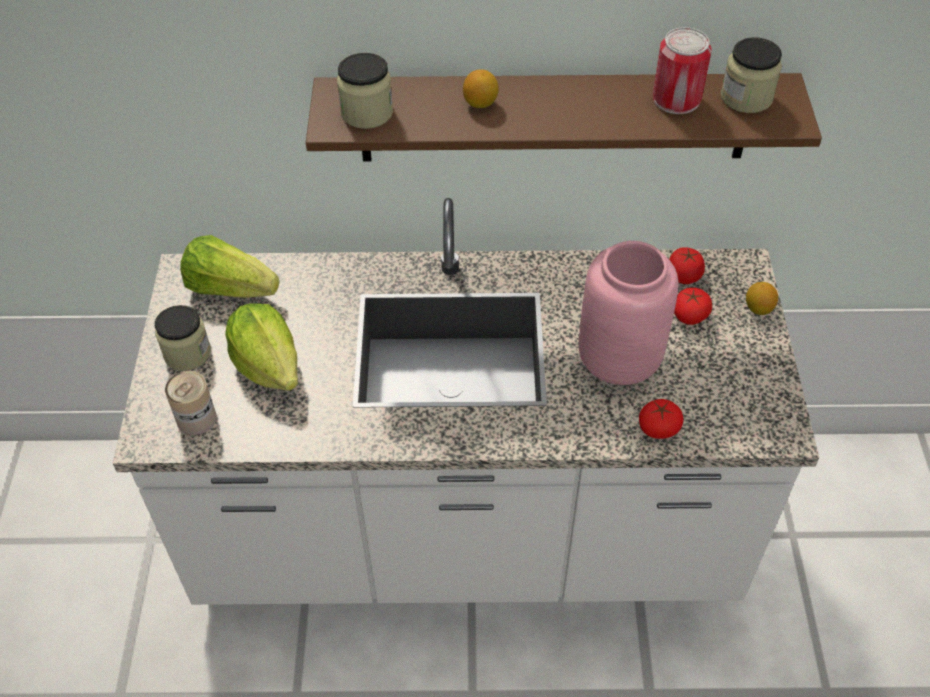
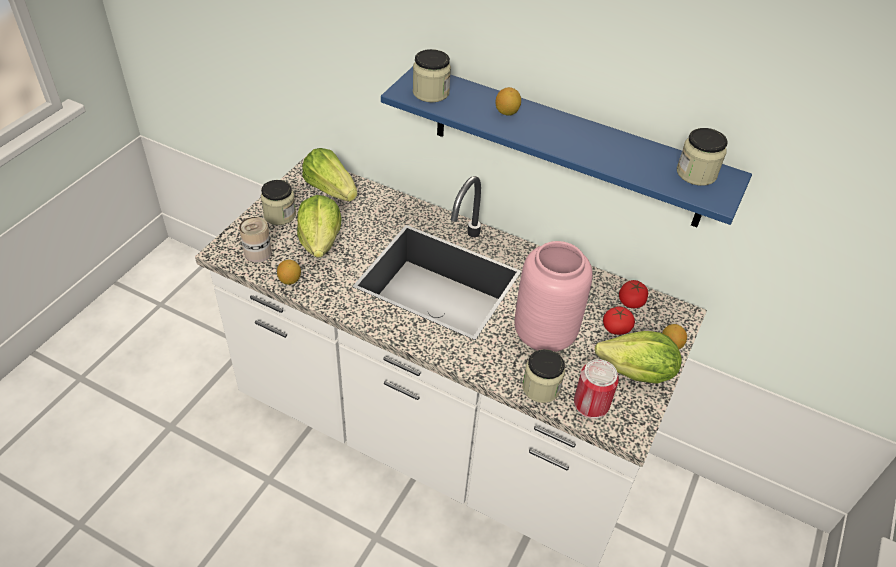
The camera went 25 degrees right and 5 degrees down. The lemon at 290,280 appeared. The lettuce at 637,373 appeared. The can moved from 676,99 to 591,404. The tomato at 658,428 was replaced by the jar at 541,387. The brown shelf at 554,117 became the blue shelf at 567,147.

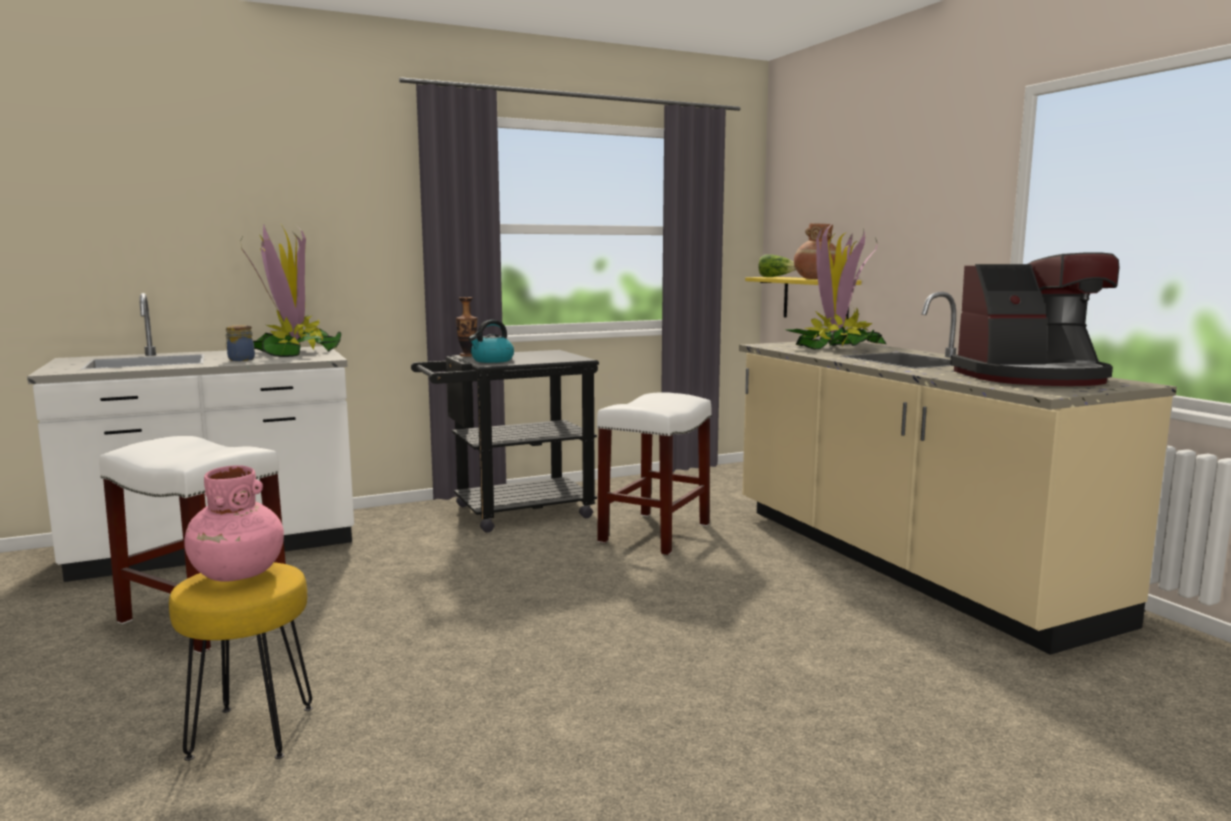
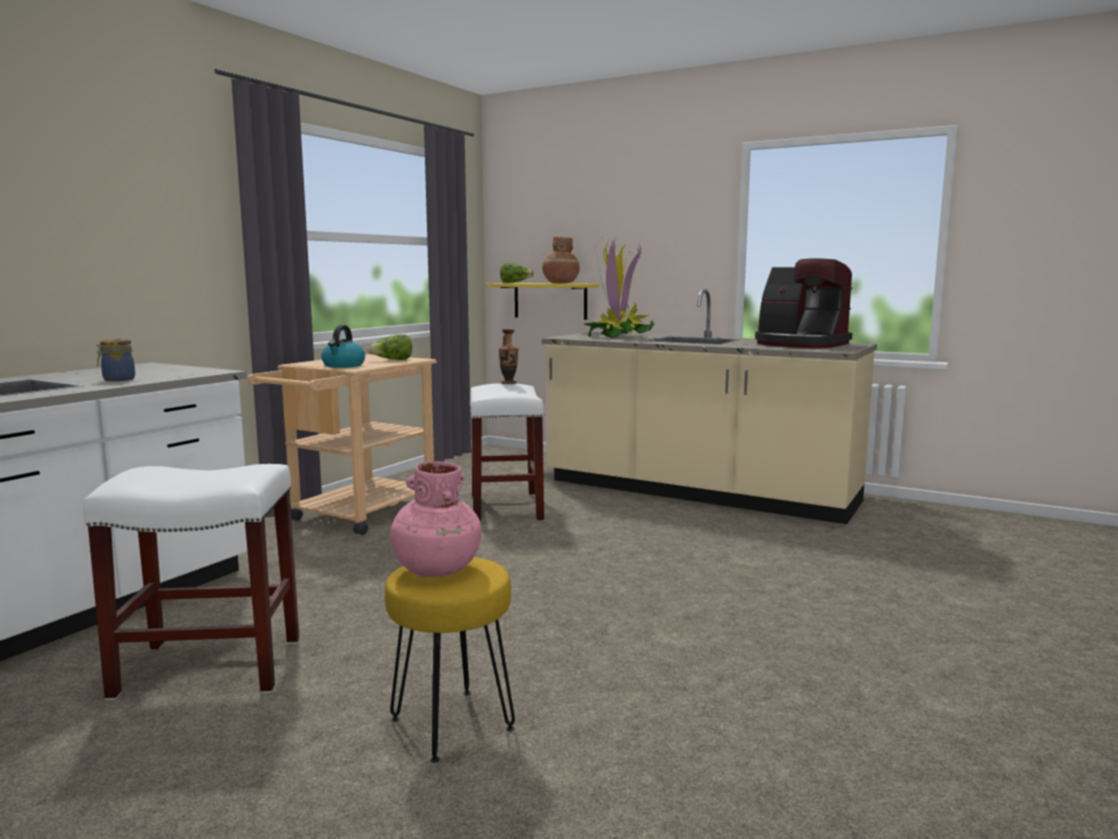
The camera went 35 degrees left and 0 degrees up. The potted plant at 294,352 disappeared. The lettuce at 392,360 appeared. The vase moved from 467,355 to 508,383. The black cart at 510,513 became the beige cart at 355,516. The coffee machine at 1032,377 turned 75 degrees clockwise.

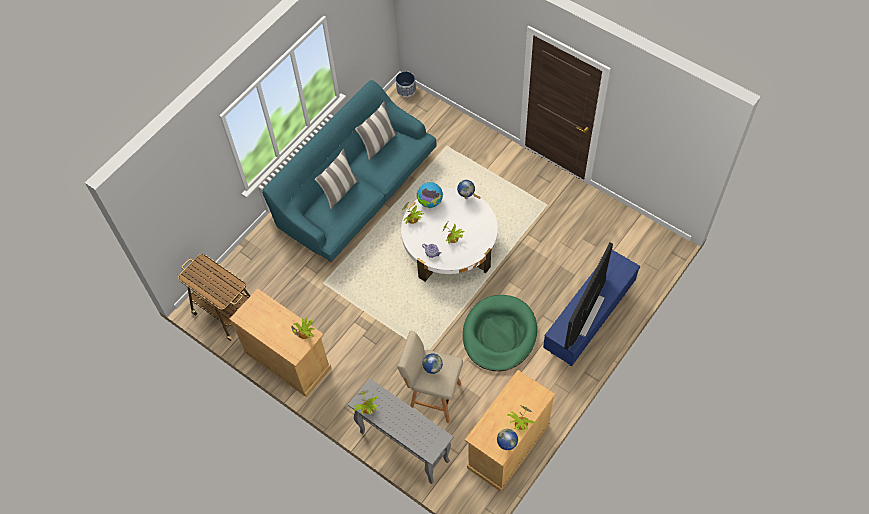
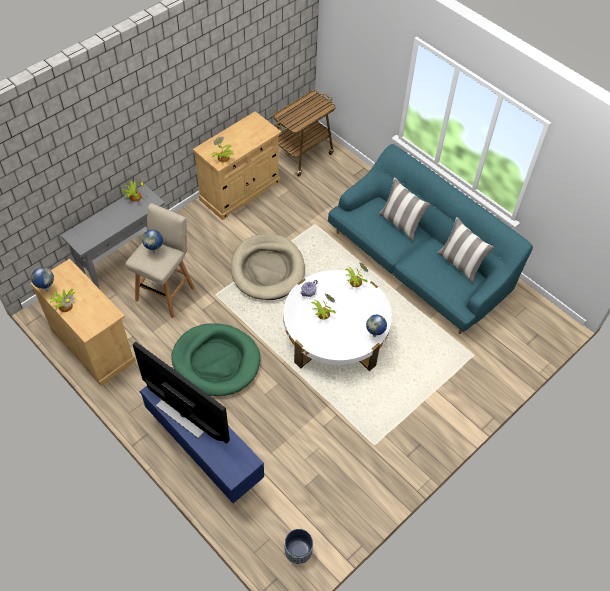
The camera went 95 degrees right and 5 degrees down. The globe at 430,202 disappeared. The beige dog bed at 267,269 appeared. The planter moved from 406,90 to 298,550.

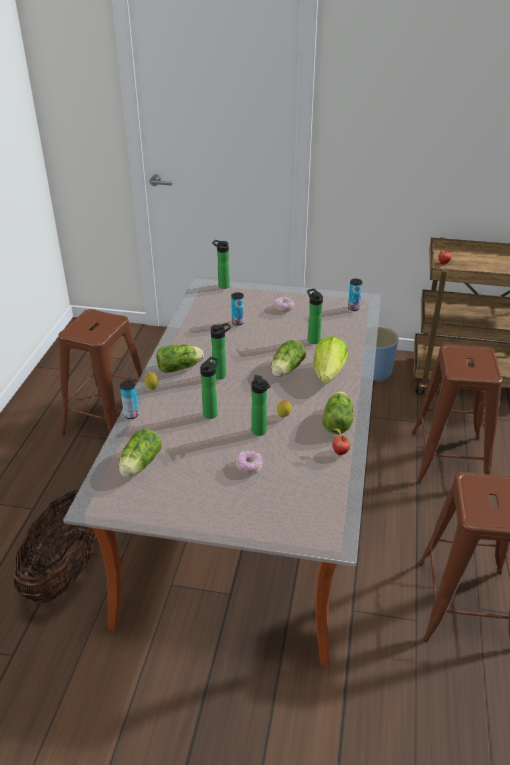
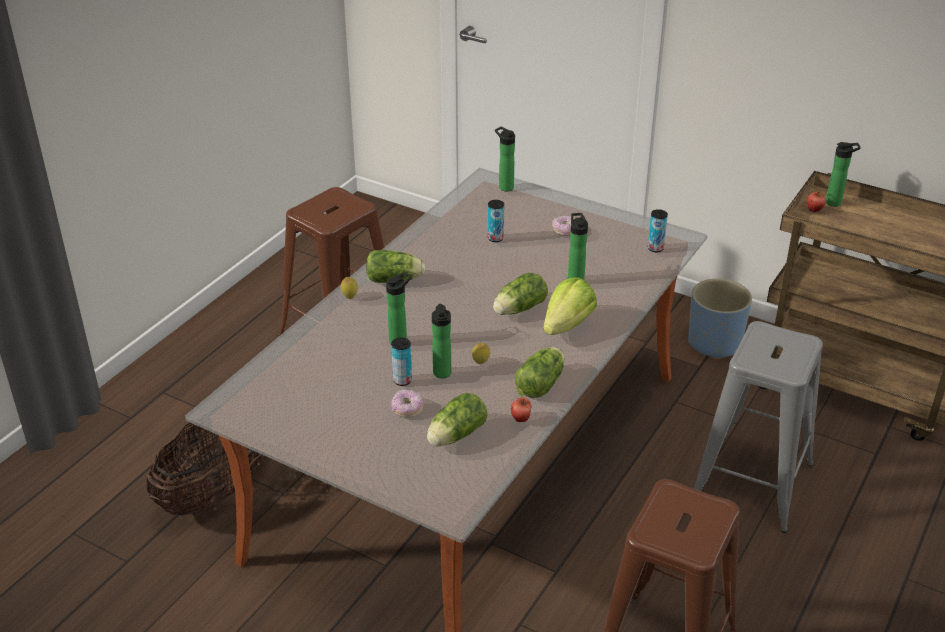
The camera went 20 degrees right and 0 degrees up. The lettuce moved from 139,465 to 454,436. The can moved from 131,414 to 402,380. The bottle moved from 221,375 to 836,203. The brown stool at 449,459 became the grey stool at 752,481.

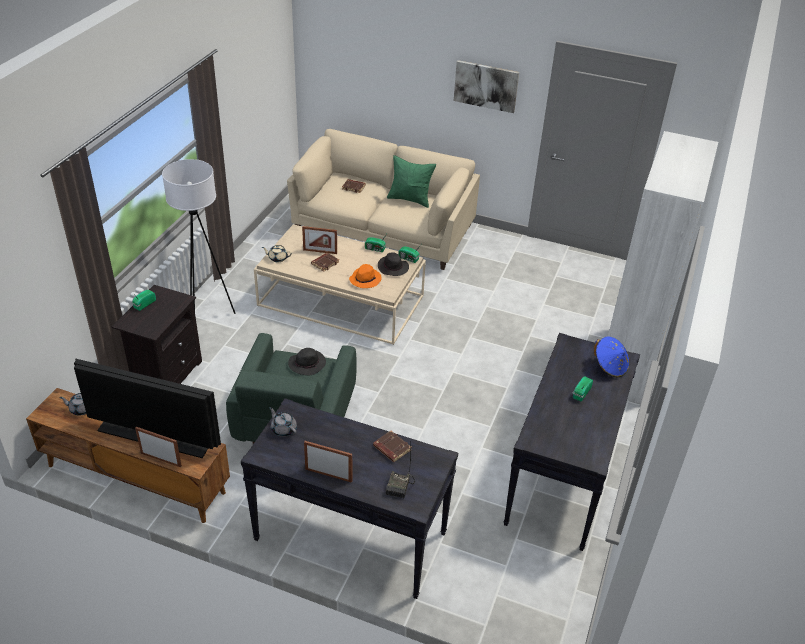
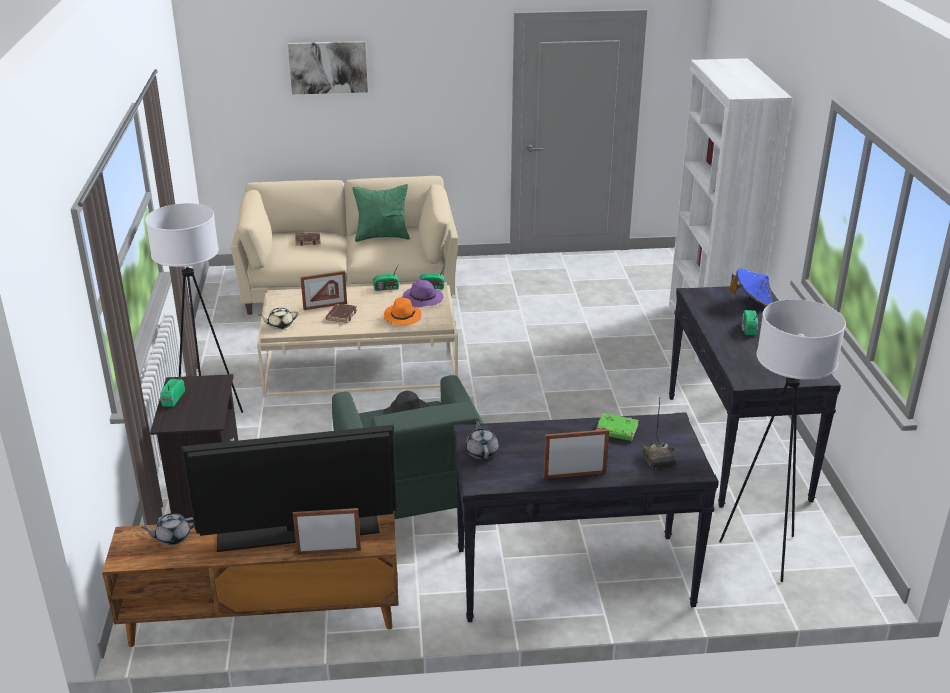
The camera went 25 degrees left and 10 degrees down. The white floor lamp at 763,552 appeared. The picture moved from 486,86 to 328,67. The brown book at 391,448 became the green book at 616,430. The black hat at 393,268 became the purple hat at 423,299. The grey teapot at 283,429 turned 60 degrees clockwise.

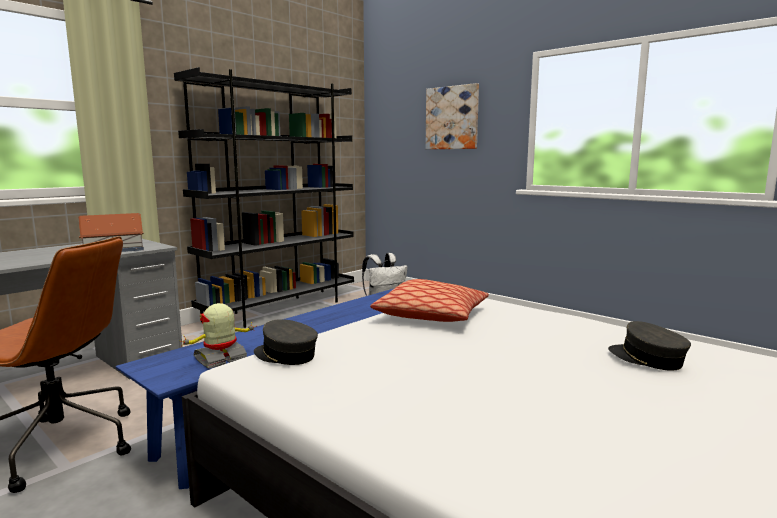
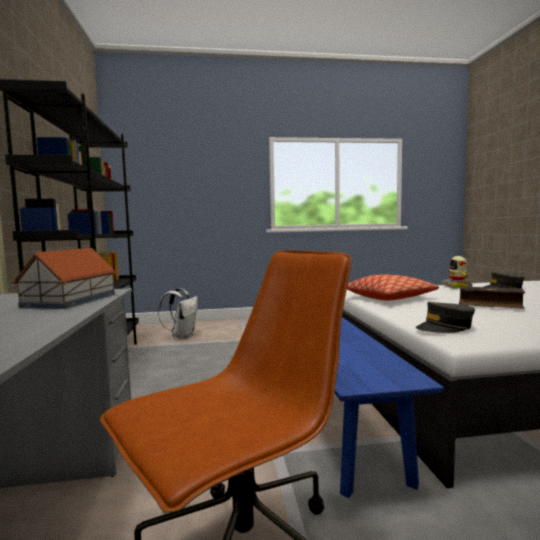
The camera went 50 degrees left and 5 degrees down. The picture at 452,118 disappeared. The book at 489,304 appeared. The toy robot moved from 221,359 to 456,286.

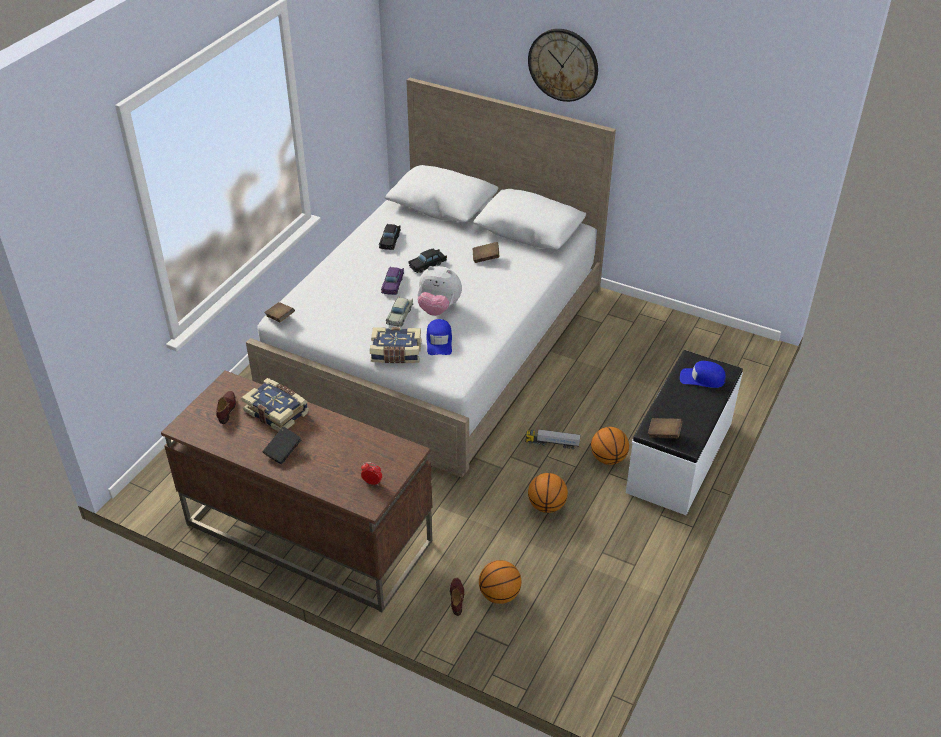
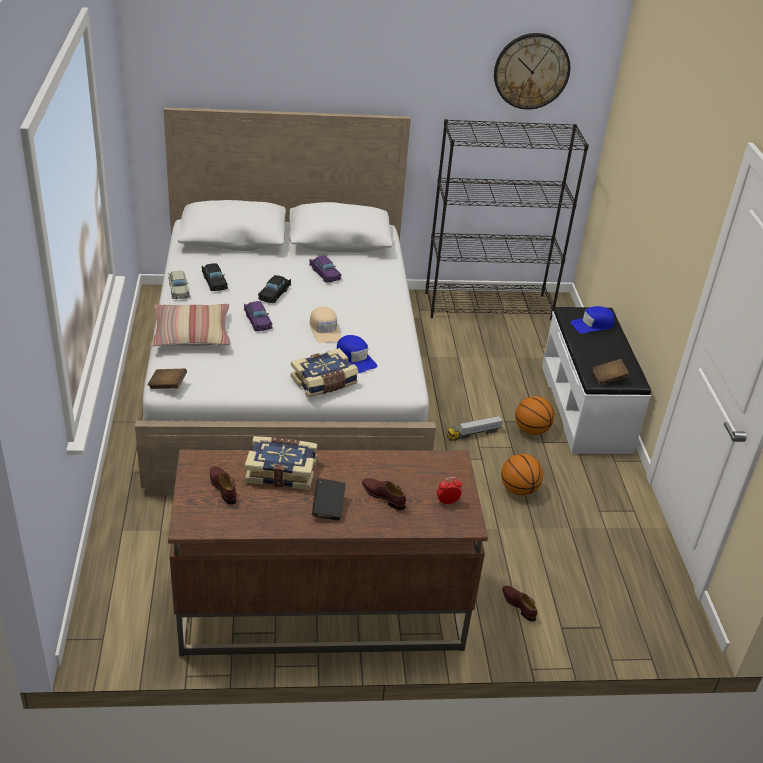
The camera went 35 degrees left and 5 degrees down. The basketball at 500,595 disappeared. The pillow at 192,334 appeared. The brown shoe at 383,496 appeared. The black bookcase at 488,306 appeared. The beige toy car moved from 400,315 to 179,289. The wall clock moved from 563,64 to 531,71. The plush toy at 438,308 was replaced by the beige cap at 325,330. The brown book at 485,258 was replaced by the purple toy car at 324,273.

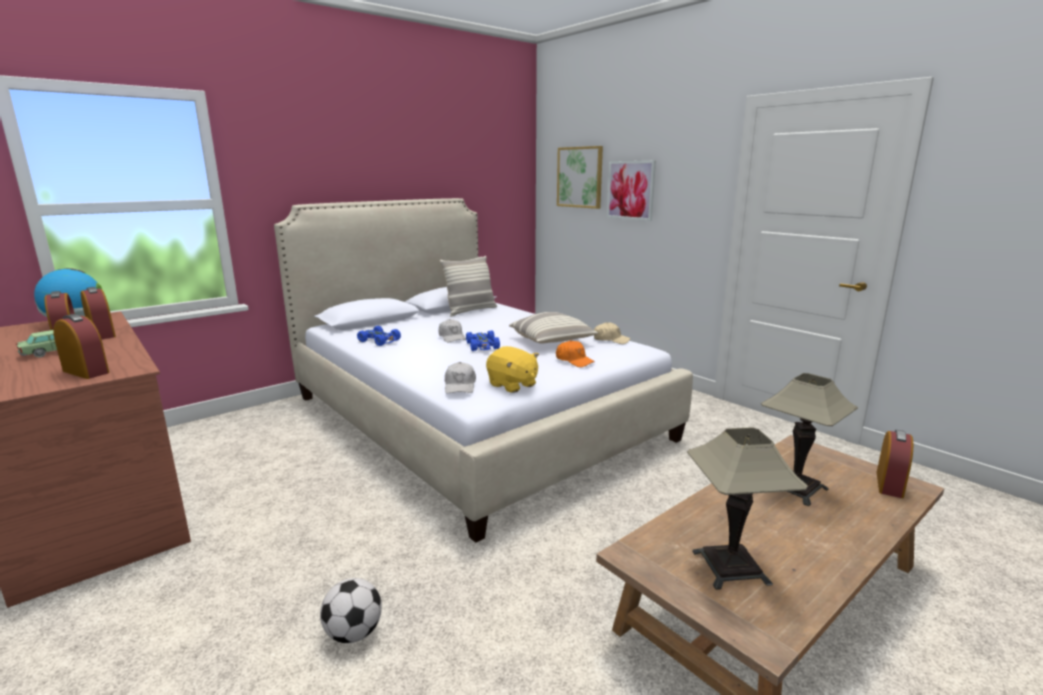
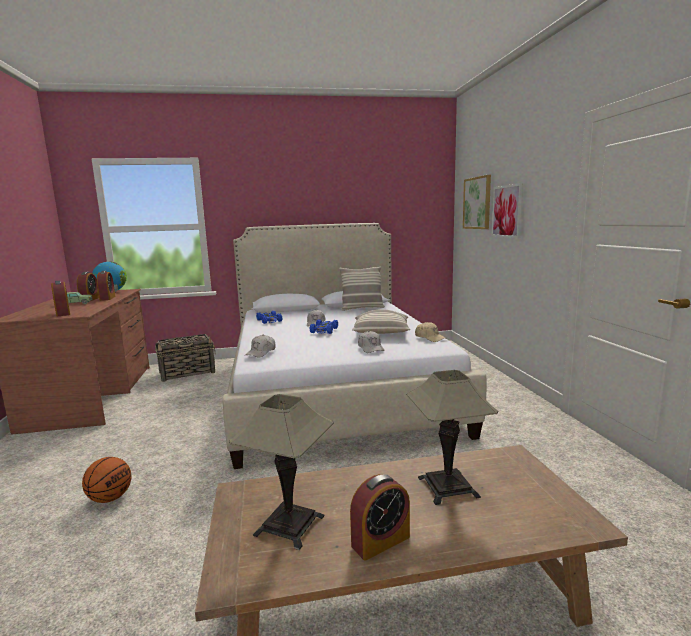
The camera went 30 degrees right and 5 degrees down. The yellow plush toy at 512,385 disappeared. The basket at 188,372 appeared. The alarm clock moved from 889,484 to 380,541. The football at 354,633 was replaced by the basketball at 110,498. The orange cap at 574,361 became the white cap at 371,348.

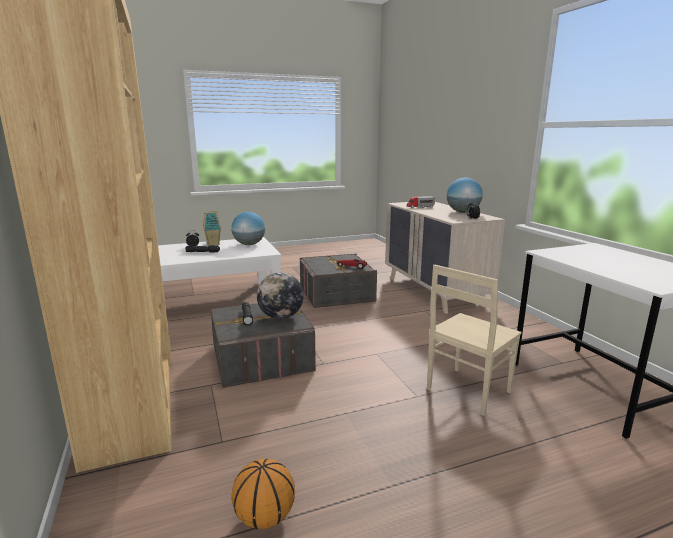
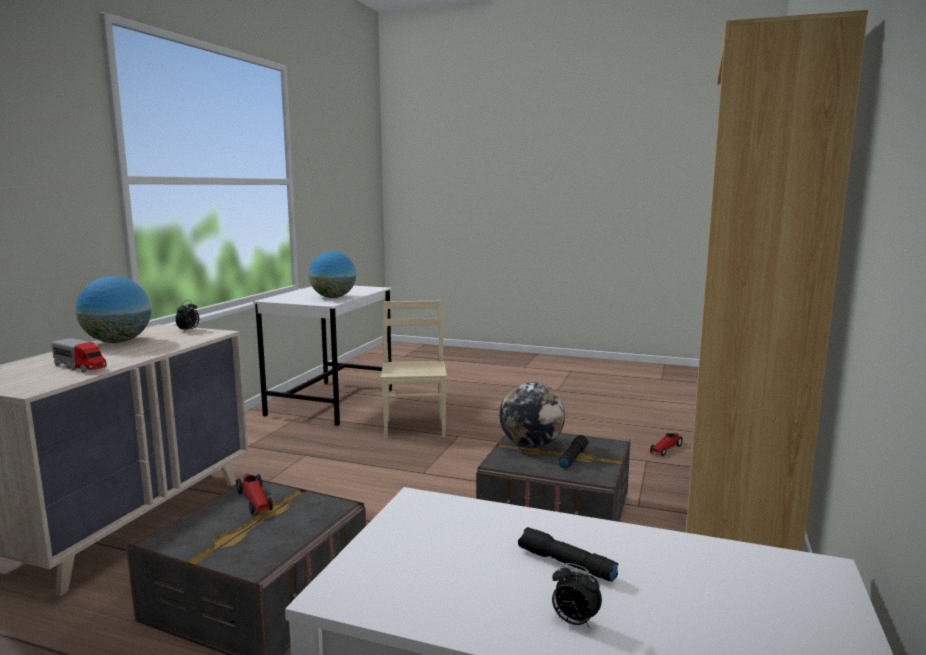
The camera went 140 degrees left and 5 degrees down. The toy house at 213,244 disappeared. The basketball at 265,517 disappeared. The toy car at 665,449 appeared. The globe moved from 249,244 to 333,297. The beige chair at 466,390 turned 90 degrees counterclockwise.

